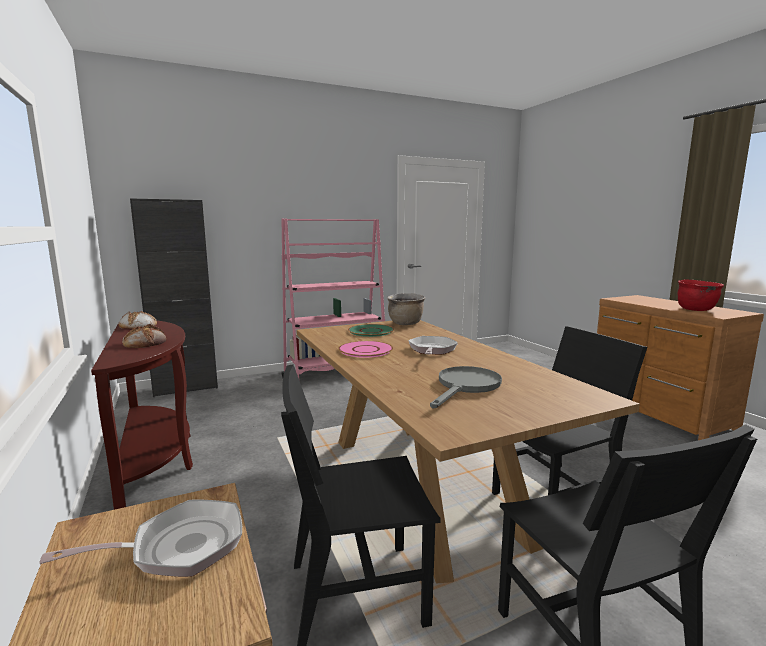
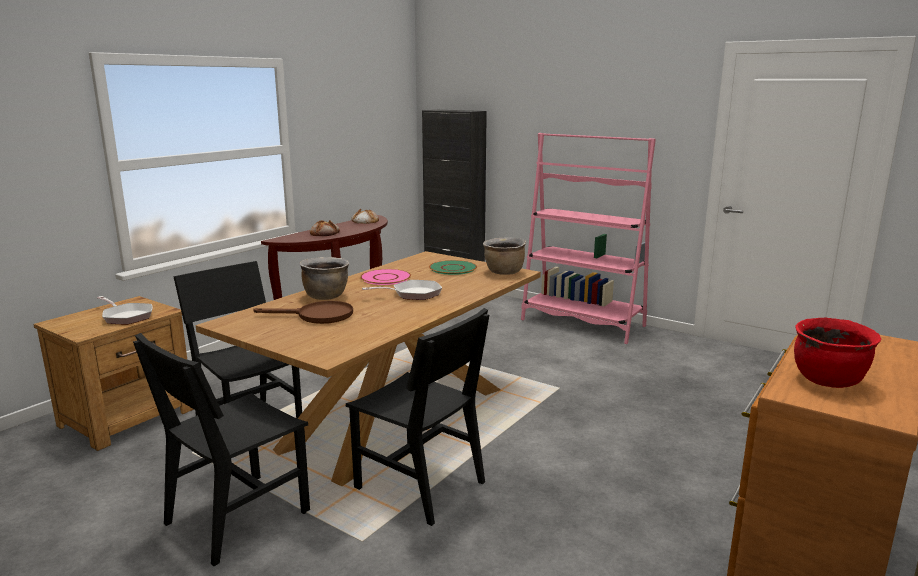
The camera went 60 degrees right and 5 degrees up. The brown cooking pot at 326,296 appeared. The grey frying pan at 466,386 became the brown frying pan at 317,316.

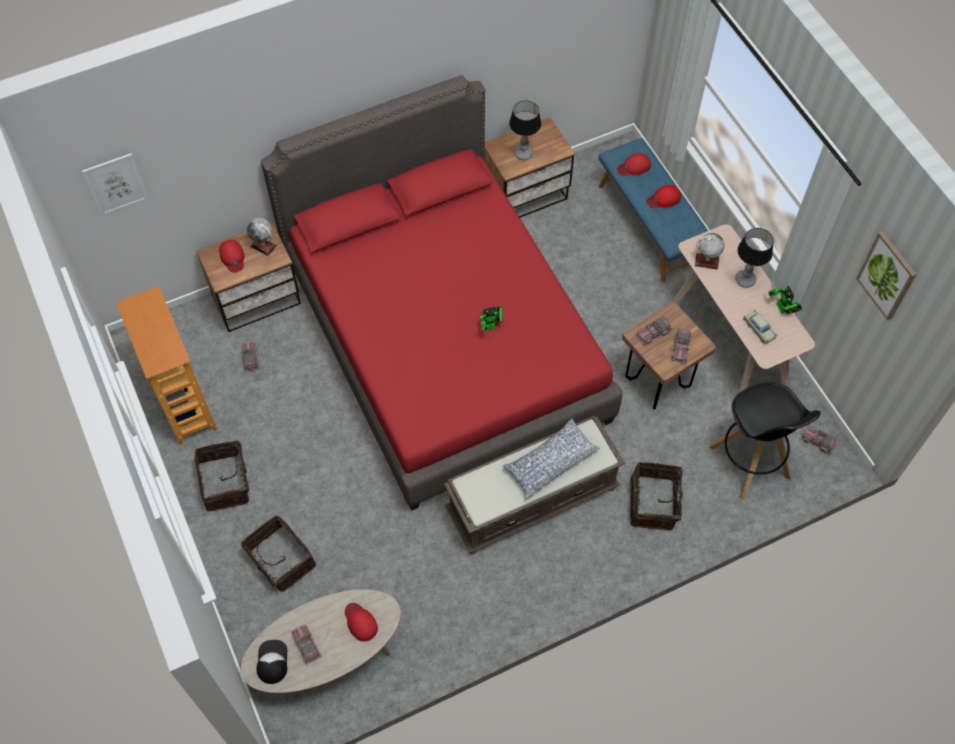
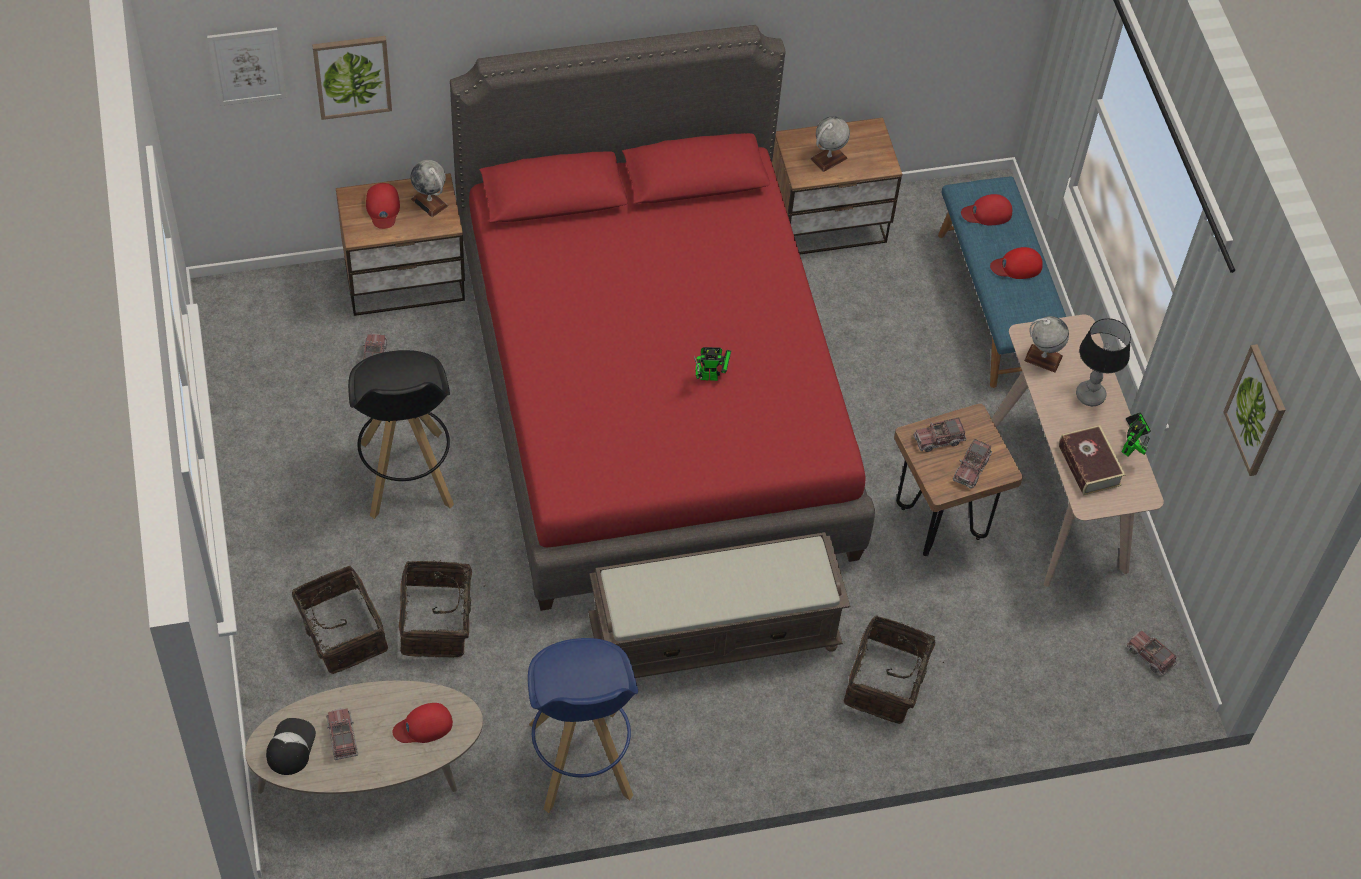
The camera went 10 degrees right and 5 degrees down. The bookcase at 184,405 disappeared. The pillow at 549,462 disappeared. The picture at 352,76 appeared. The blue stool at 580,761 appeared. The basket moved from 226,483 to 437,622. The black stool moved from 750,463 to 406,475. The table lamp at 523,154 was replaced by the globe at 828,158. The beige toy car at 759,329 was replaced by the book at 1089,465. The red cap at 360,622 turned 90 degrees counterclockwise. The toy robot at 782,309 turned 135 degrees counterclockwise.

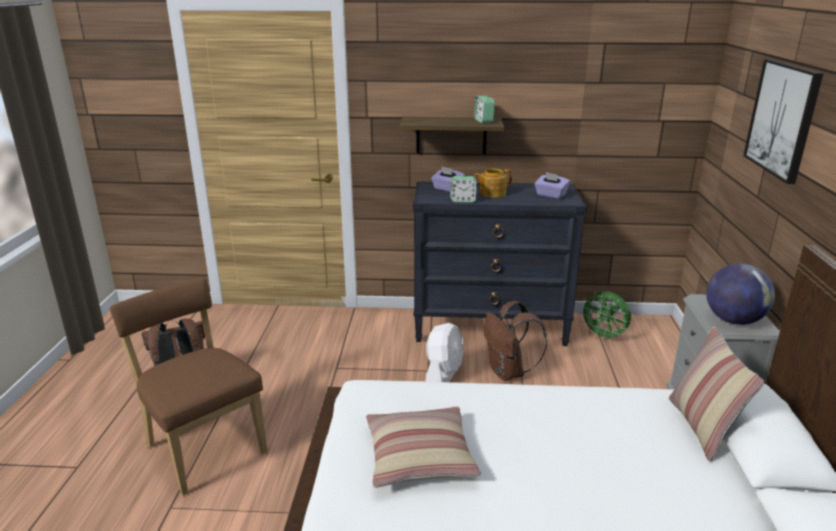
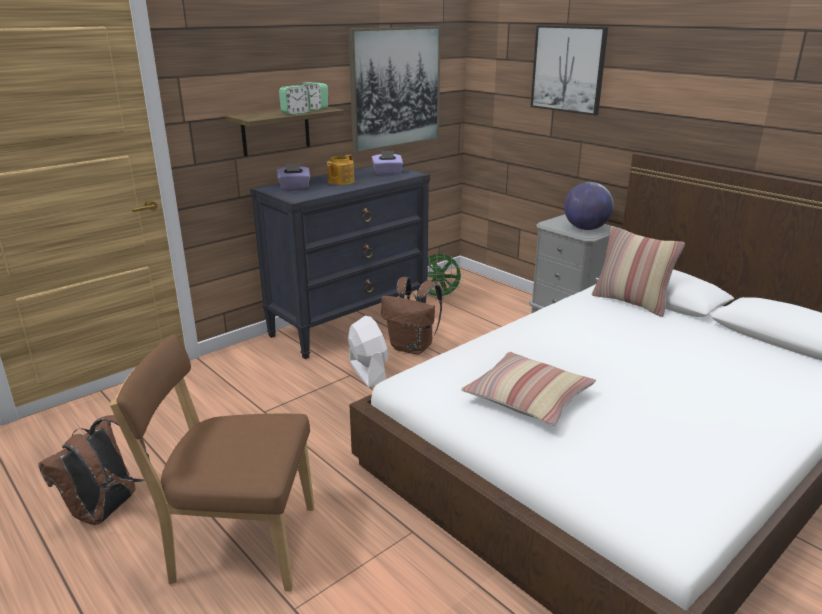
The camera went 45 degrees left and 0 degrees up. The picture at 395,88 appeared. The alarm clock moved from 462,200 to 295,113.

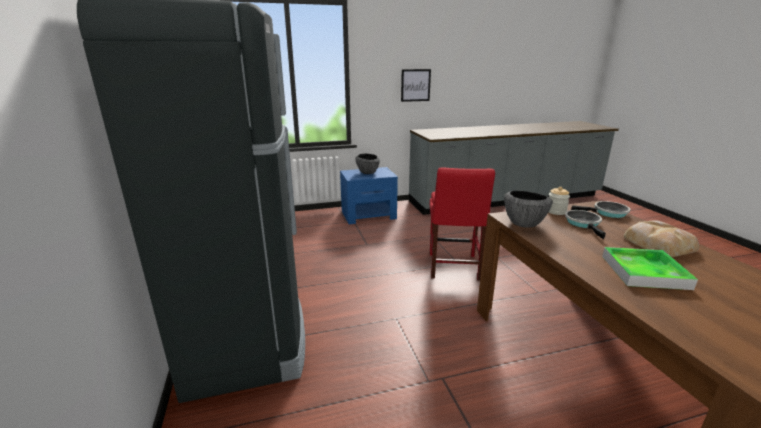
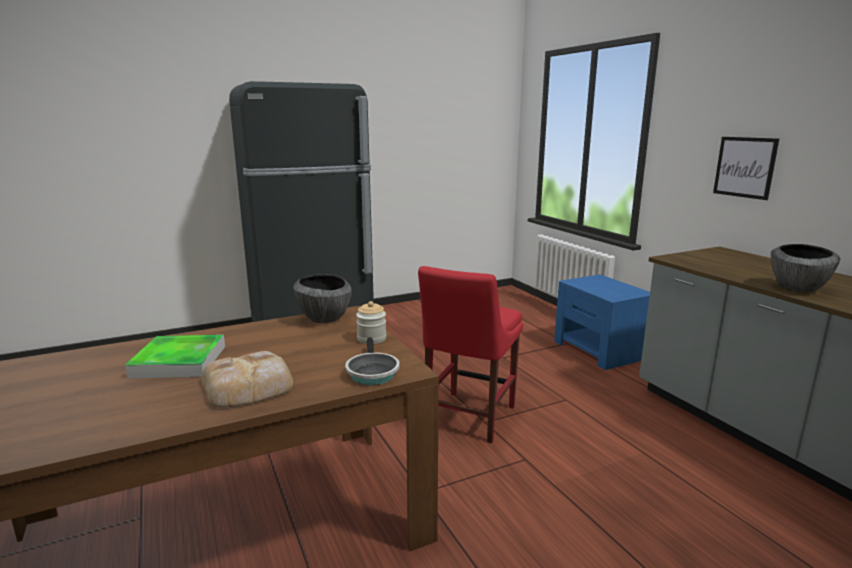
The camera went 80 degrees right and 5 degrees down. The frying pan at 583,224 disappeared. The bowl moved from 367,173 to 797,288. The red chair at 453,268 turned 60 degrees counterclockwise.

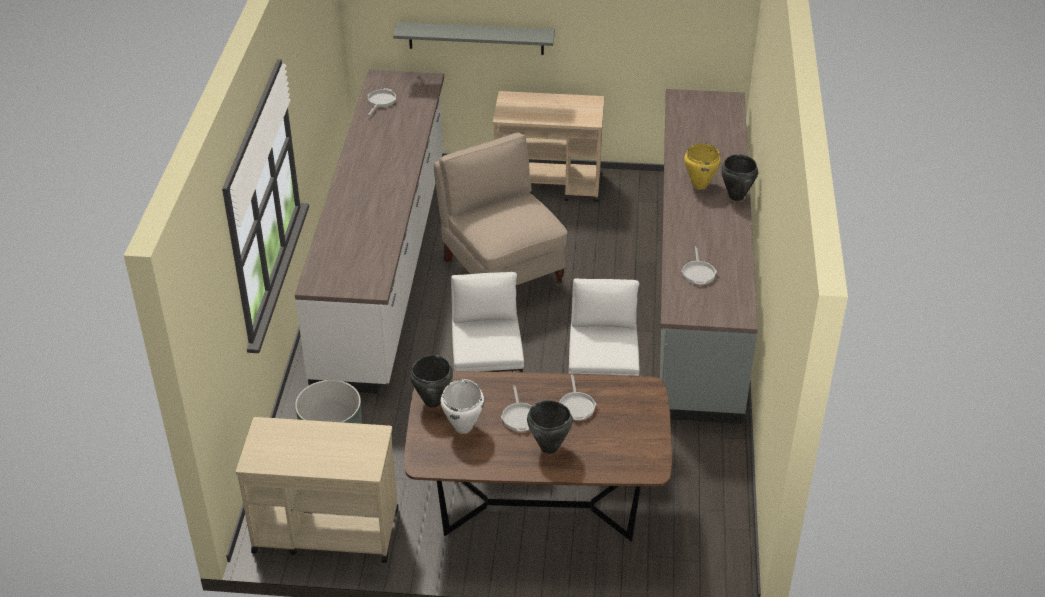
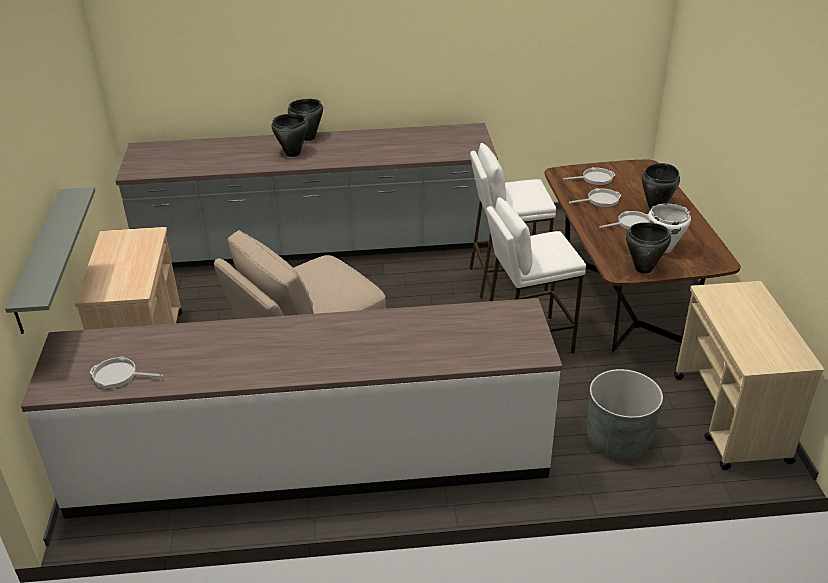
The camera went 100 degrees left and 5 degrees down. The frying pan moved from 698,273 to 595,178. The yellow cooking pot at 699,185 became the black cooking pot at 293,154.

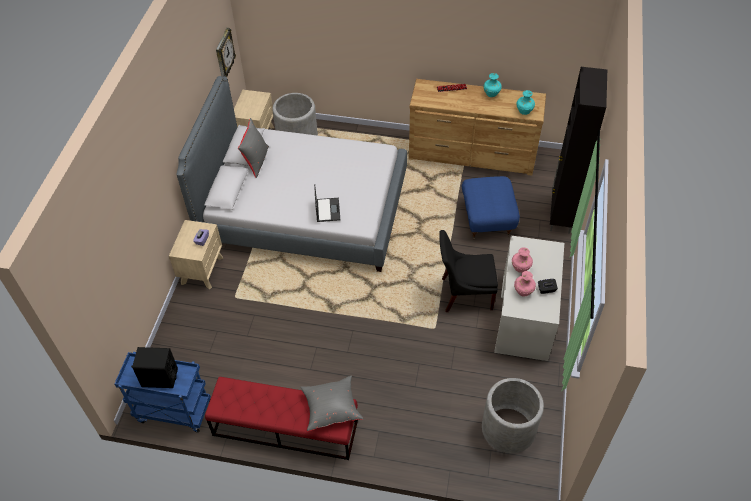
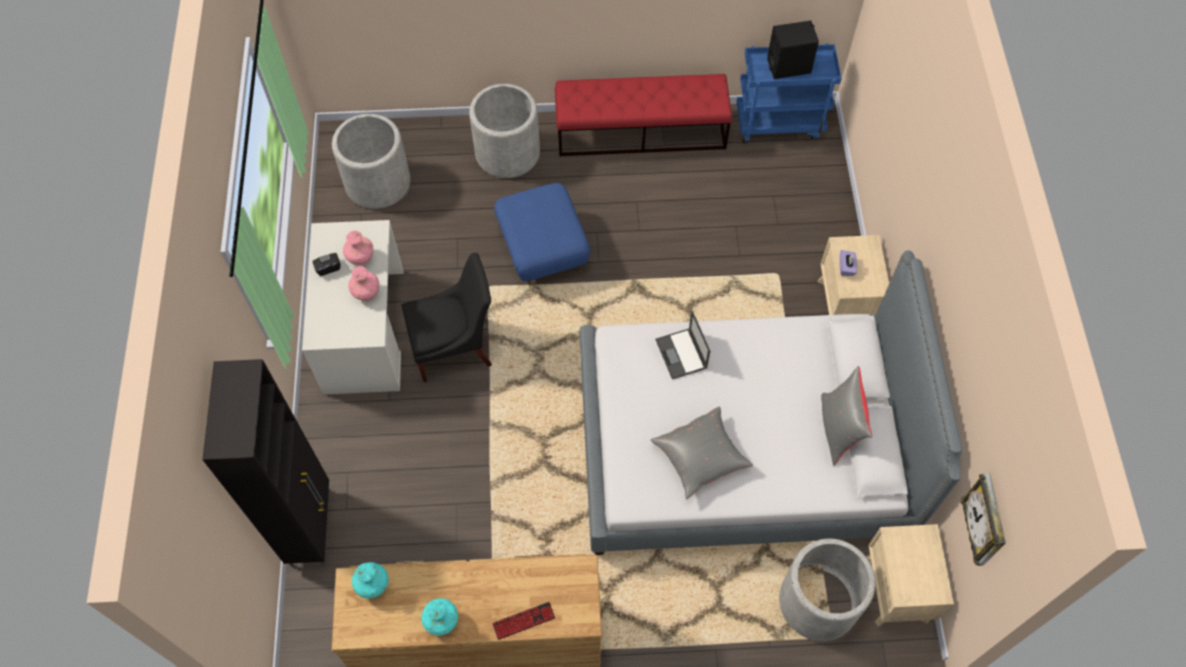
The camera went 165 degrees right and 10 degrees up. The grey planter at 507,152 appeared. The grey pillow moved from 331,408 to 701,458. The blue ottoman moved from 488,219 to 542,250.

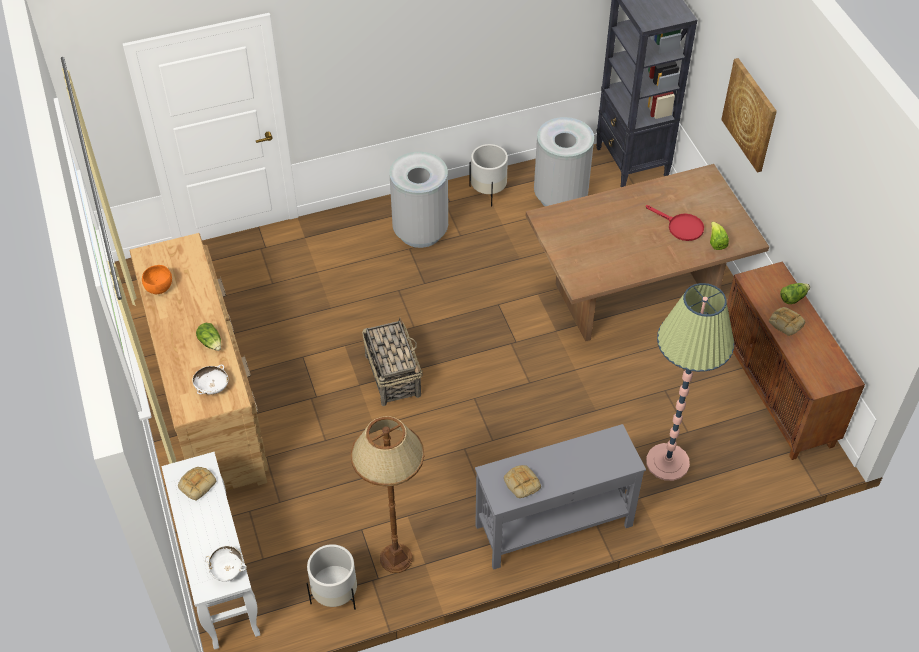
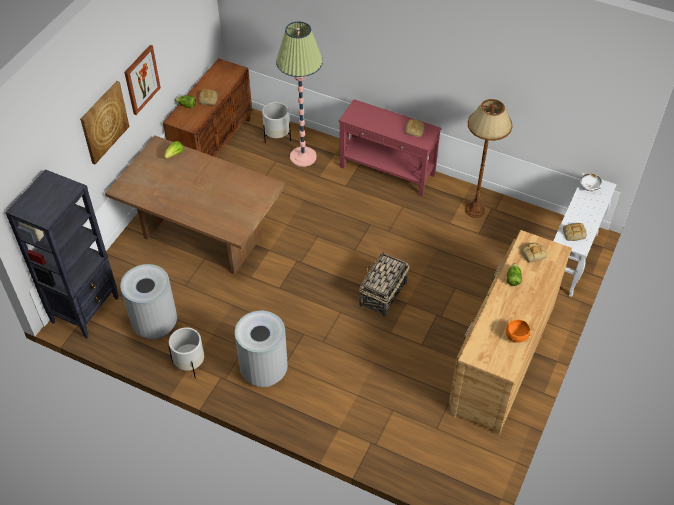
The camera went 135 degrees left and 0 degrees up. The red frying pan at 680,227 disappeared. The picture at 141,79 appeared. The white planter moved from 335,594 to 277,136. The white bowl at 212,387 was replaced by the bread at 533,253. The grey console table at 553,525 became the red console table at 387,171.

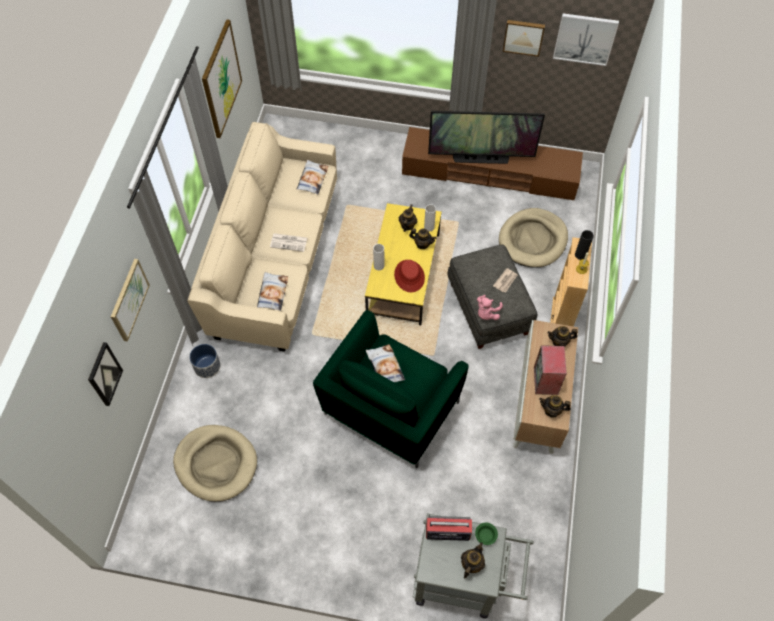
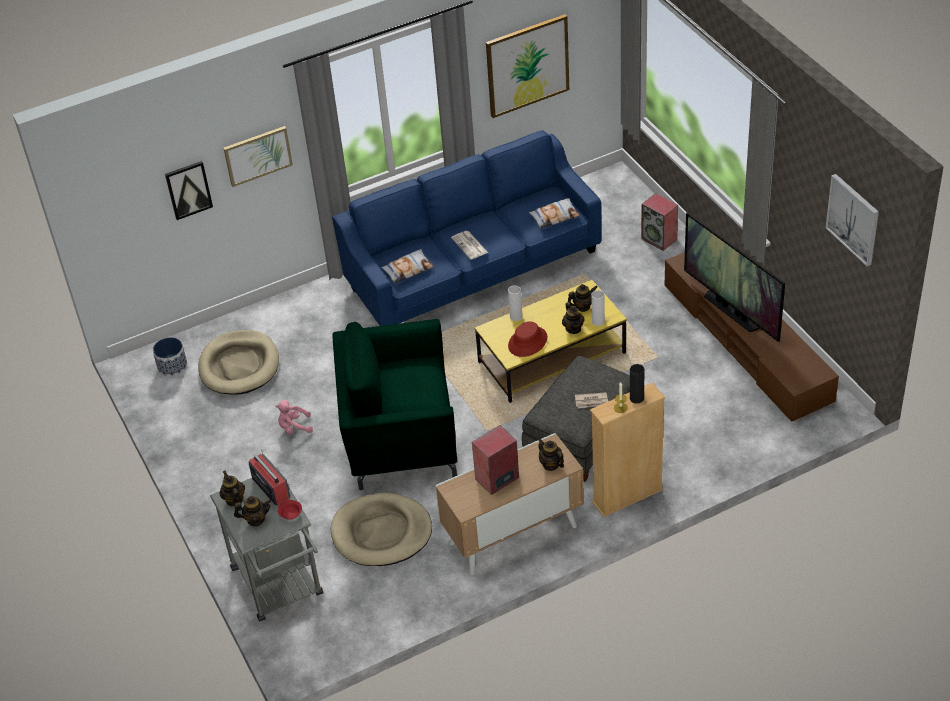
The camera went 55 degrees right and 15 degrees down. The pillow at 384,367 disappeared. The picture at 523,36 disappeared. The speaker at 659,239 appeared. The planter moved from 207,366 to 172,366. The pink plush toy moved from 487,313 to 294,427. The beige dog bed moved from 533,240 to 381,533. The teapot moved from 552,410 to 234,499. The beige sofa at 276,257 became the blue sofa at 474,269. The green bowl at 485,535 became the red bowl at 291,513.

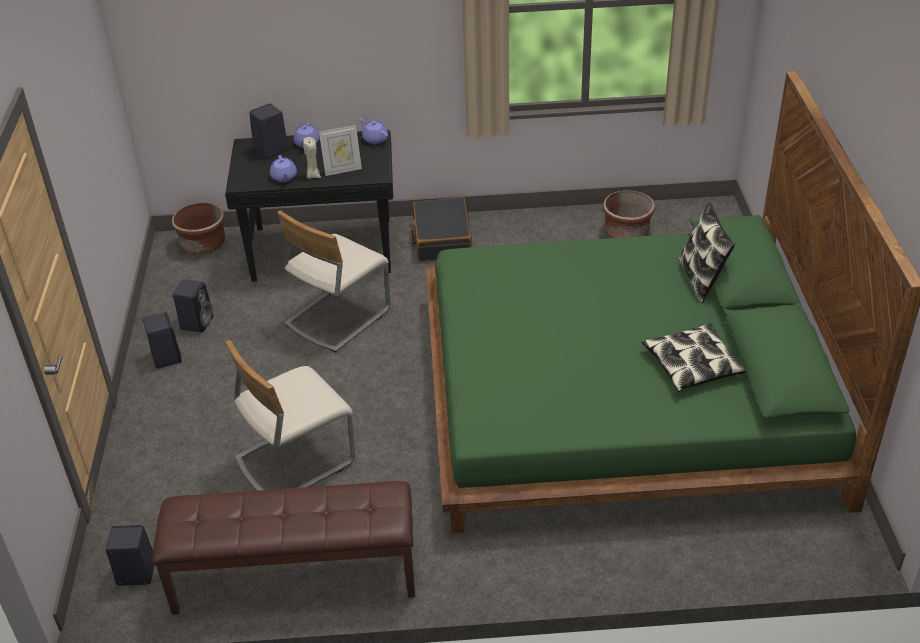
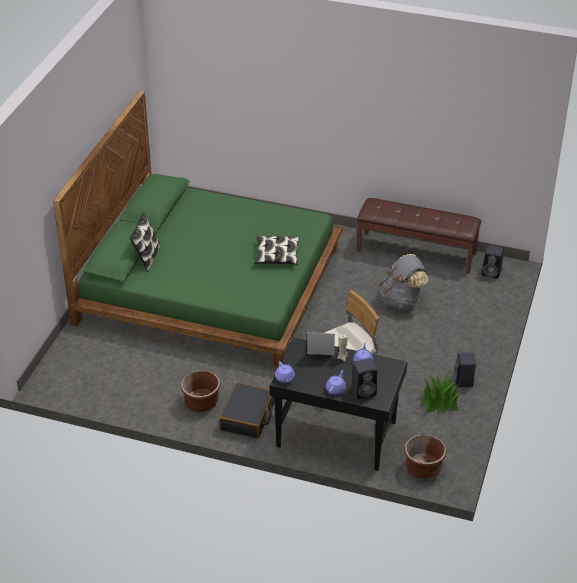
The camera went 160 degrees left and 0 degrees up. The brown planter moved from 626,233 to 201,402. The pillow moved from 693,365 to 276,255. The black speaker at 197,322 was replaced by the potted plant at 439,401. The beige chair at 294,460 was replaced by the grey backpack at 401,300.

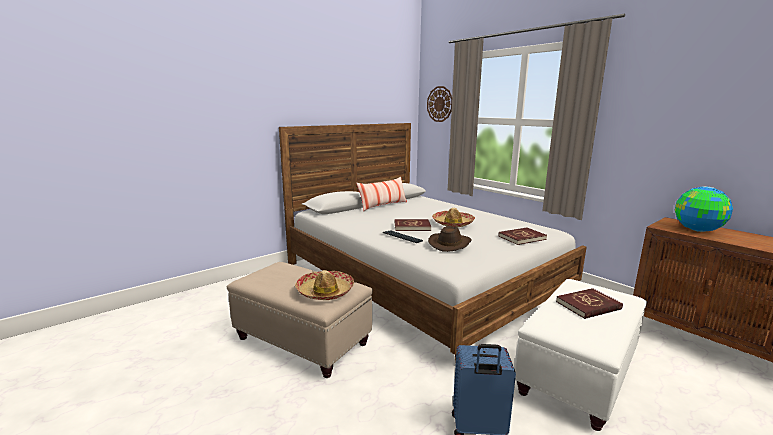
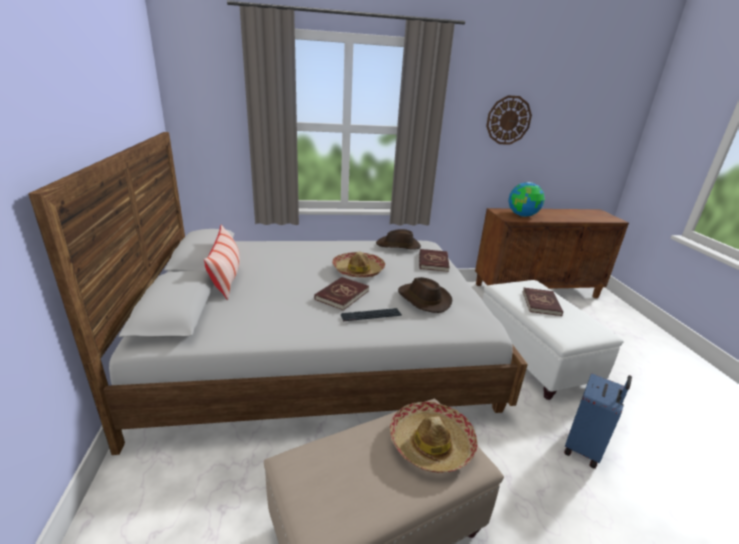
The camera went 60 degrees left and 10 degrees up. The brown hat at 398,245 appeared. The wall clock moved from 440,104 to 508,120.

